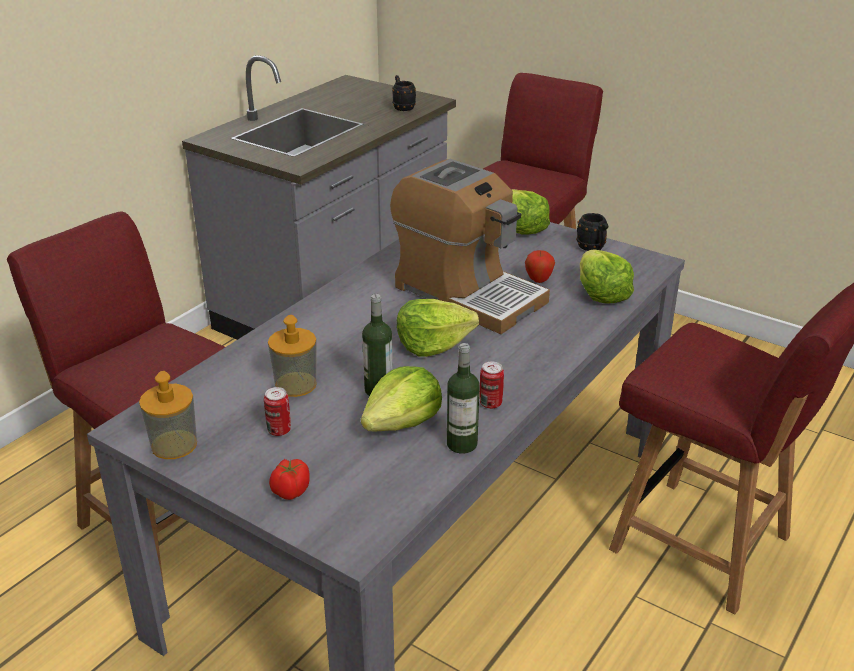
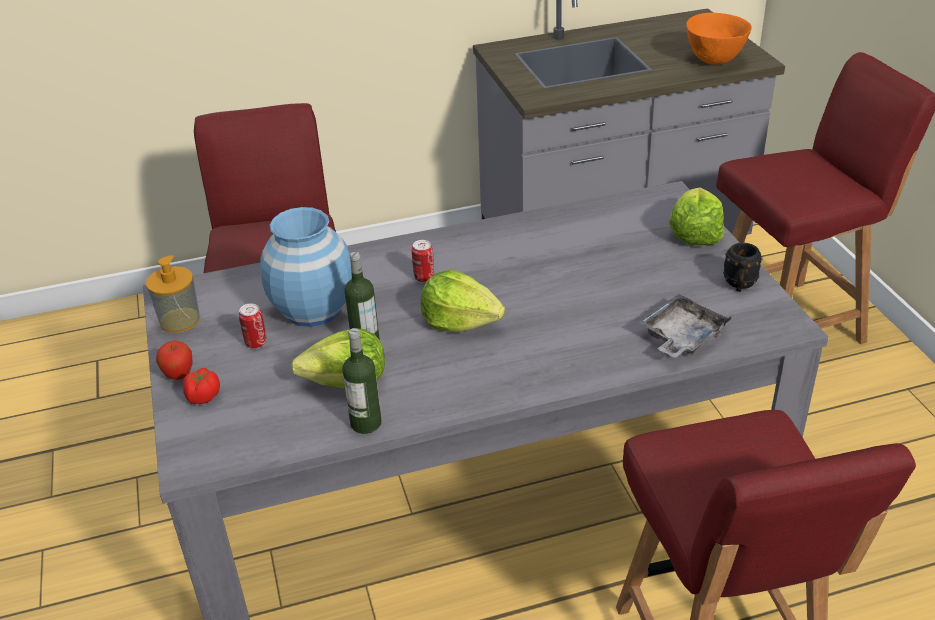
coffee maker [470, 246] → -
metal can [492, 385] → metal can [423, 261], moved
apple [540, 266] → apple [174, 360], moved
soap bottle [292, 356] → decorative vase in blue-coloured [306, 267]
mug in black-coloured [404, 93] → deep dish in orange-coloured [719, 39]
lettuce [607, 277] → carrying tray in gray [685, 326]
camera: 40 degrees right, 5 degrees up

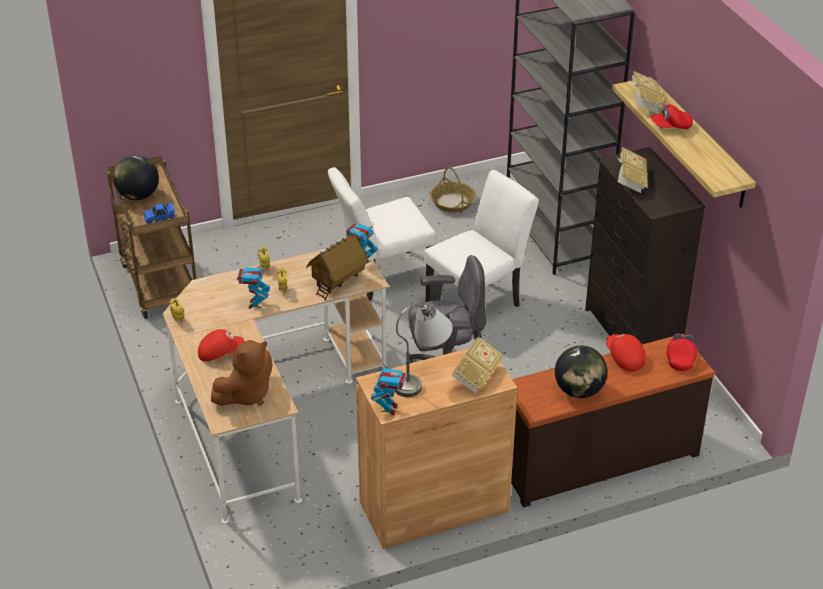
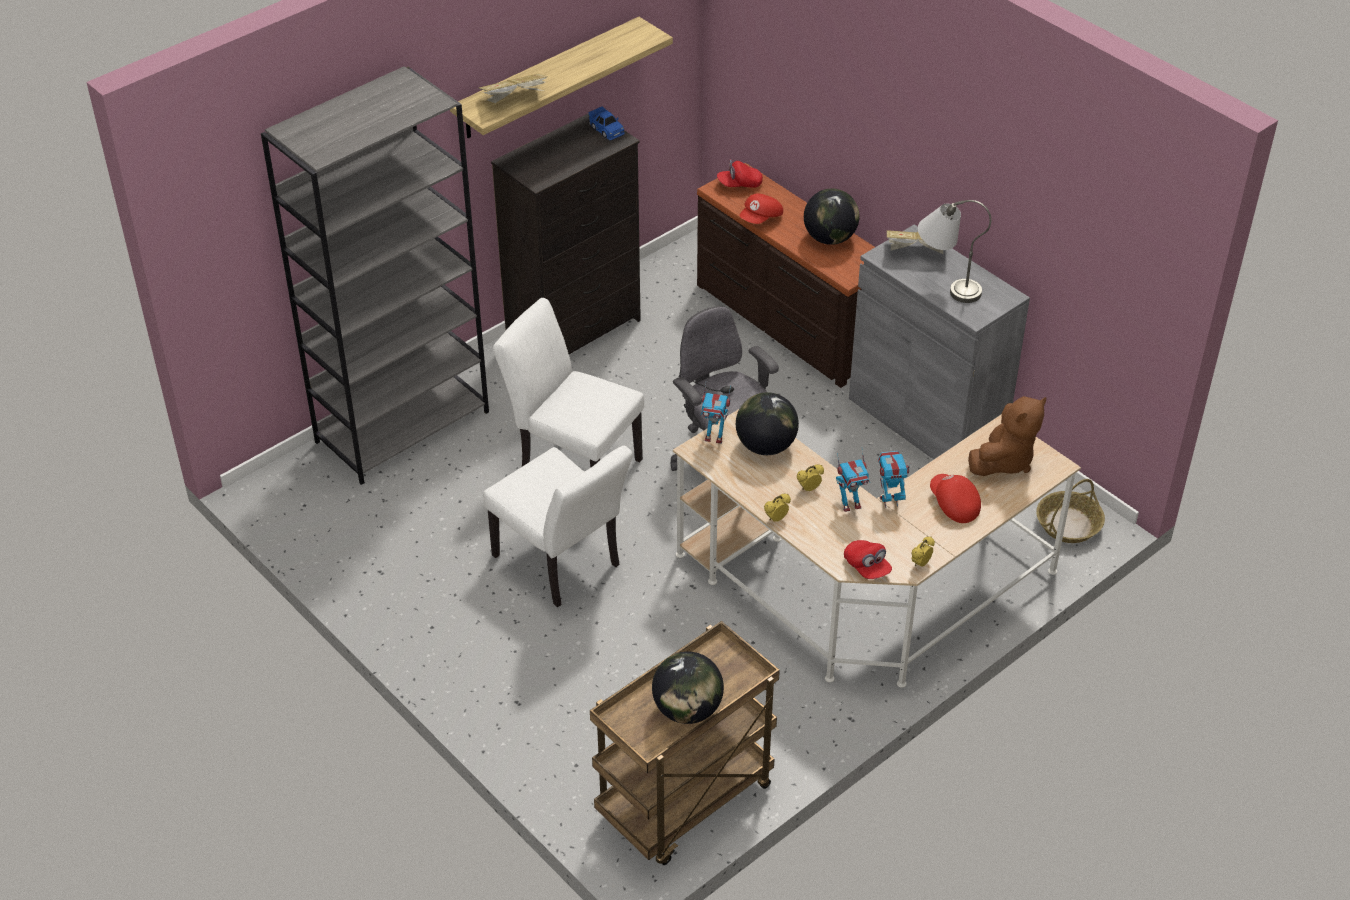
volume [633, 170] → -
miniature car in blue-coloured [159, 213] → miniature car in blue-coloured [606, 123], moved
toy robot [389, 387] → toy robot [894, 479], moved
storage basket [453, 190] → storage basket [1070, 511], moved
cap in red-coloured [672, 115] → cap in red-coloured [868, 559], moved
miniature house [337, 267] → globe [767, 423]
cupboard in brown [436, 446] → cupboard in gray [939, 341]
cuddly toy in brown [242, 373] → cuddly toy in brown [1007, 436], 105 degrees clockwise
camera: 110 degrees left, 5 degrees up

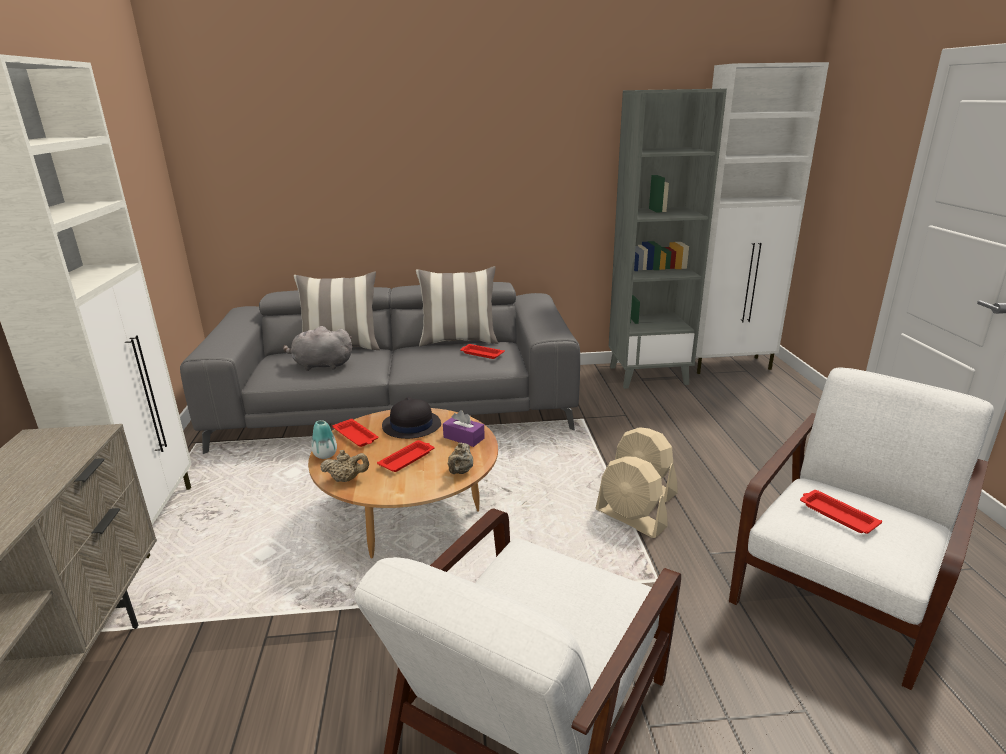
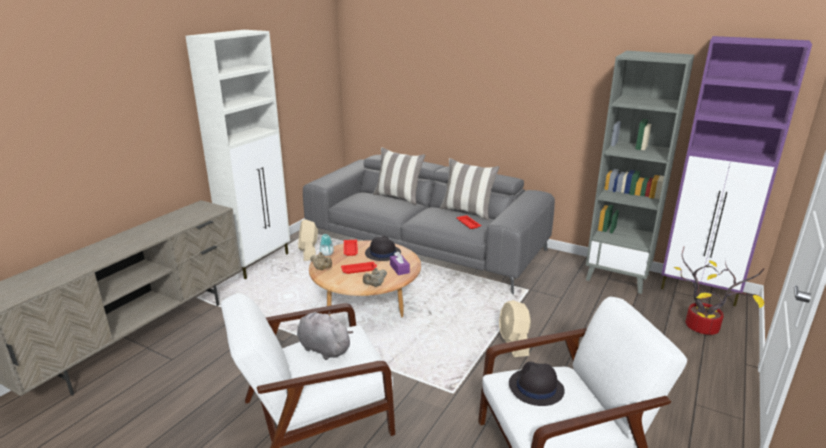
- → houseplant [719, 290]
cuddly toy in gray [317, 348] → cuddly toy in gray [325, 335], moved
electric fan in beige-coloured [632, 497] → electric fan in beige-coloured [308, 240], moved
carrying tray in red-coloured [841, 512] → hat in black-coloured [537, 384]
cupboard in white-coloured [762, 218] → cupboard in purple-coloured [736, 171]
camera: 35 degrees right, 0 degrees up

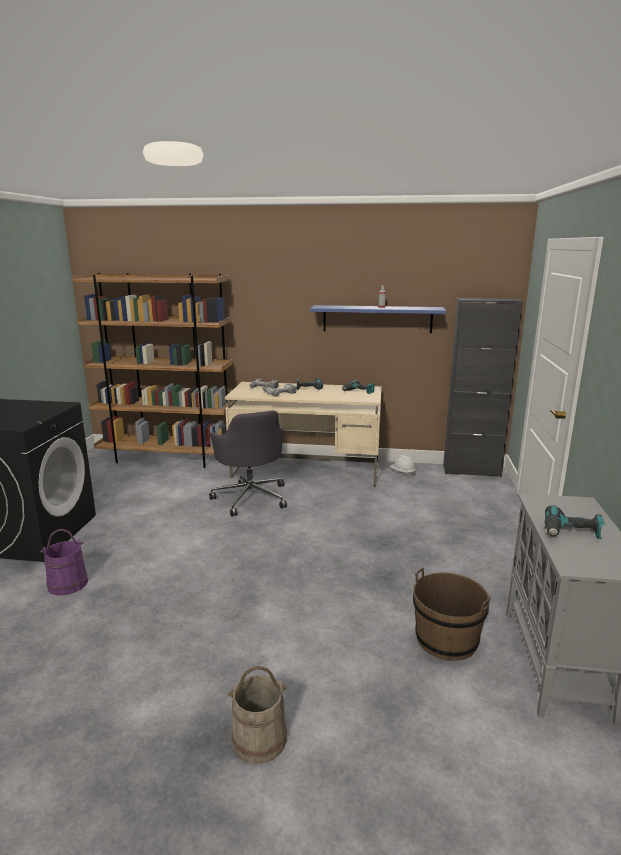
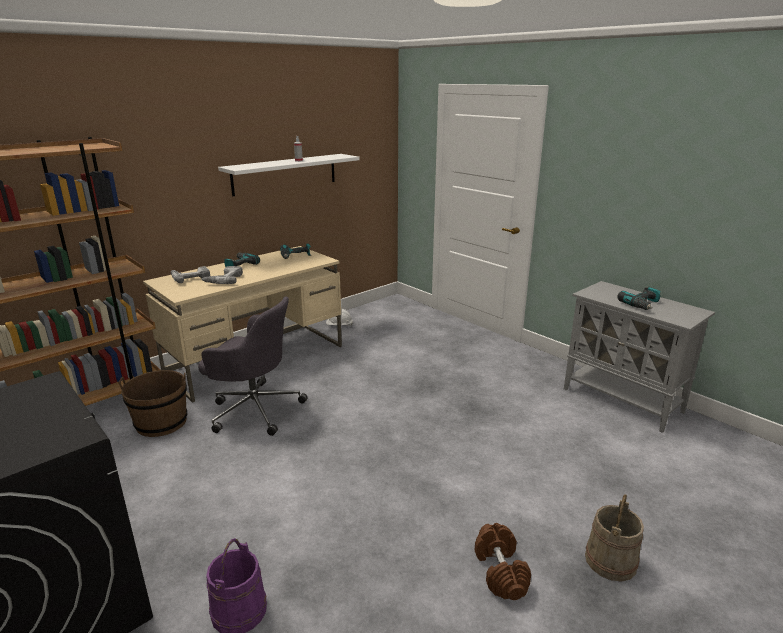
cupboard in black-coloured [483, 387] → -
- → hand weight in brown [502, 561]
bucket in brown [452, 614] → bucket in brown [153, 403], moved
wall shelf in blue-coloured [378, 319] → wall shelf in white-coloured [289, 175]
camera: 50 degrees left, 5 degrees up

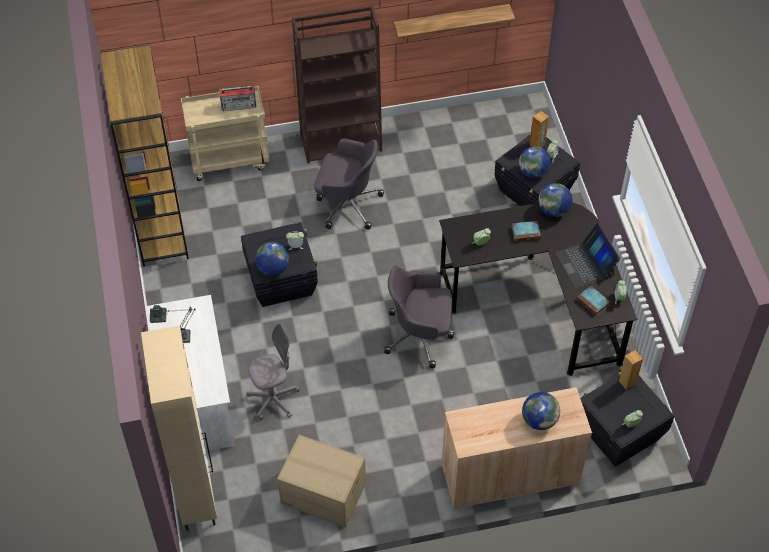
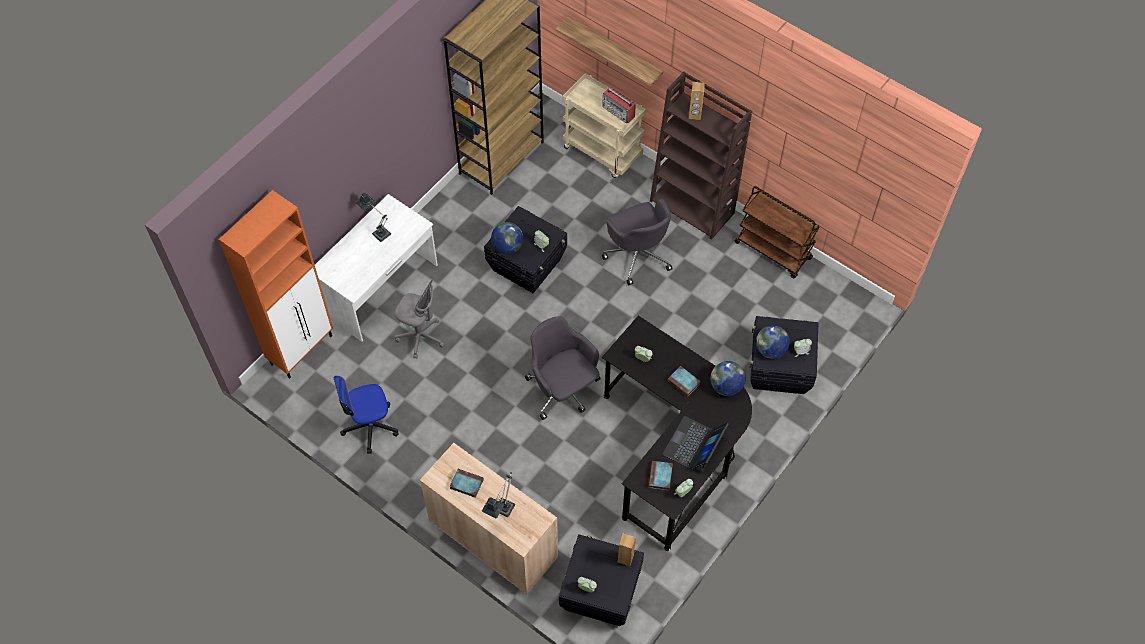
- → volume [467, 483]
- → trolley in brown [777, 232]
wall shelf [454, 21] → wall shelf [609, 51], moved
speaker in brown [539, 129] → speaker in brown [697, 101], moved
cardboard box [321, 481] → computer chair [366, 415]
globe [541, 411] → table lamp [498, 495]
cupboard in beige-coloured [179, 428] → cupboard in orange-coloured [276, 284]
camera: 50 degrees right, 5 degrees up

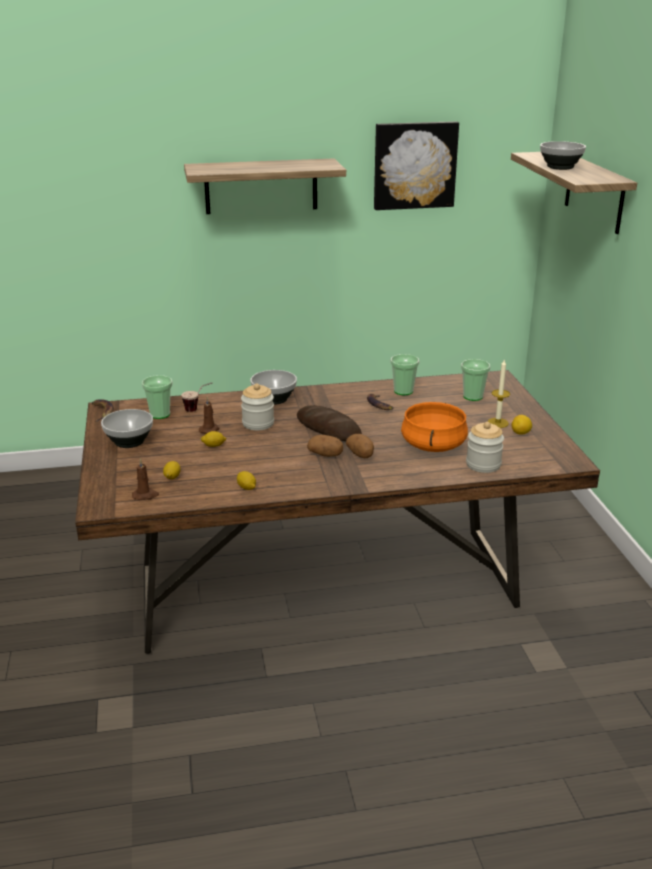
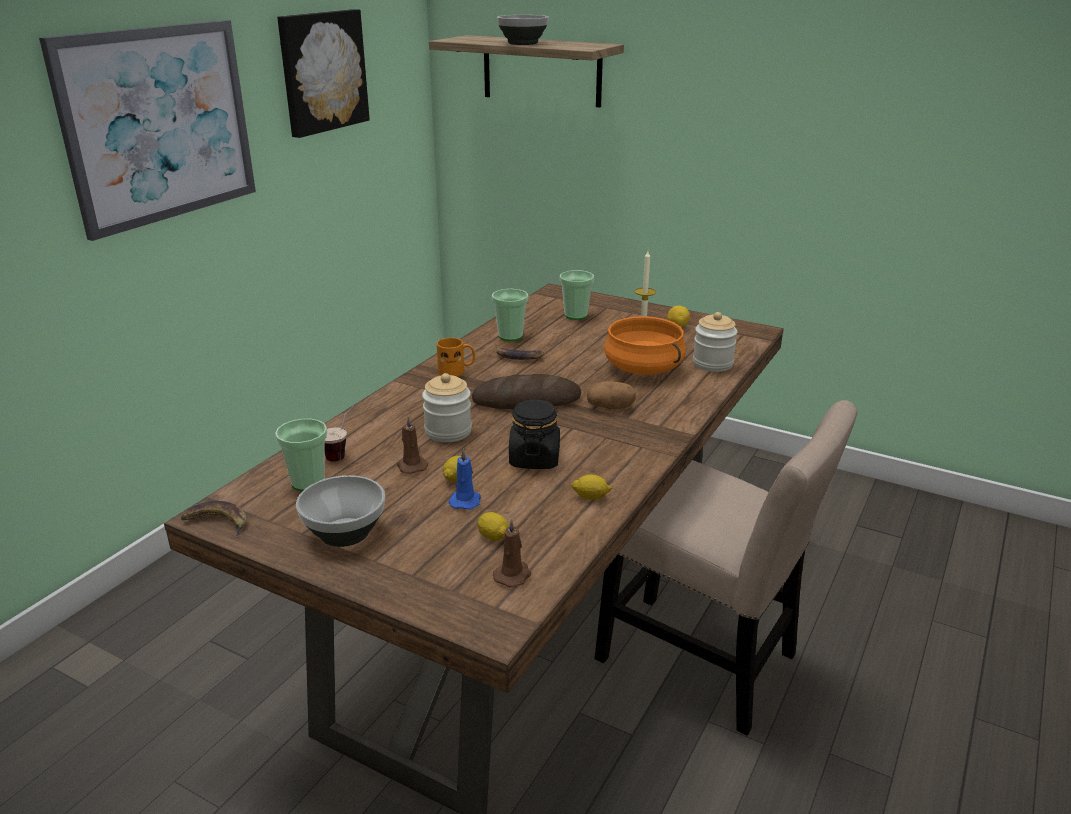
deep dish [273, 387] → -
spud [325, 446] → -
- → mug in orange-coloured [456, 357]
- → candle in blue-coloured [465, 479]
- → preserve jar in black-coloured [534, 434]
- → chair in beige-coloured [725, 567]
wall shelf [265, 186] → picture [147, 130]
camera: 50 degrees left, 0 degrees up

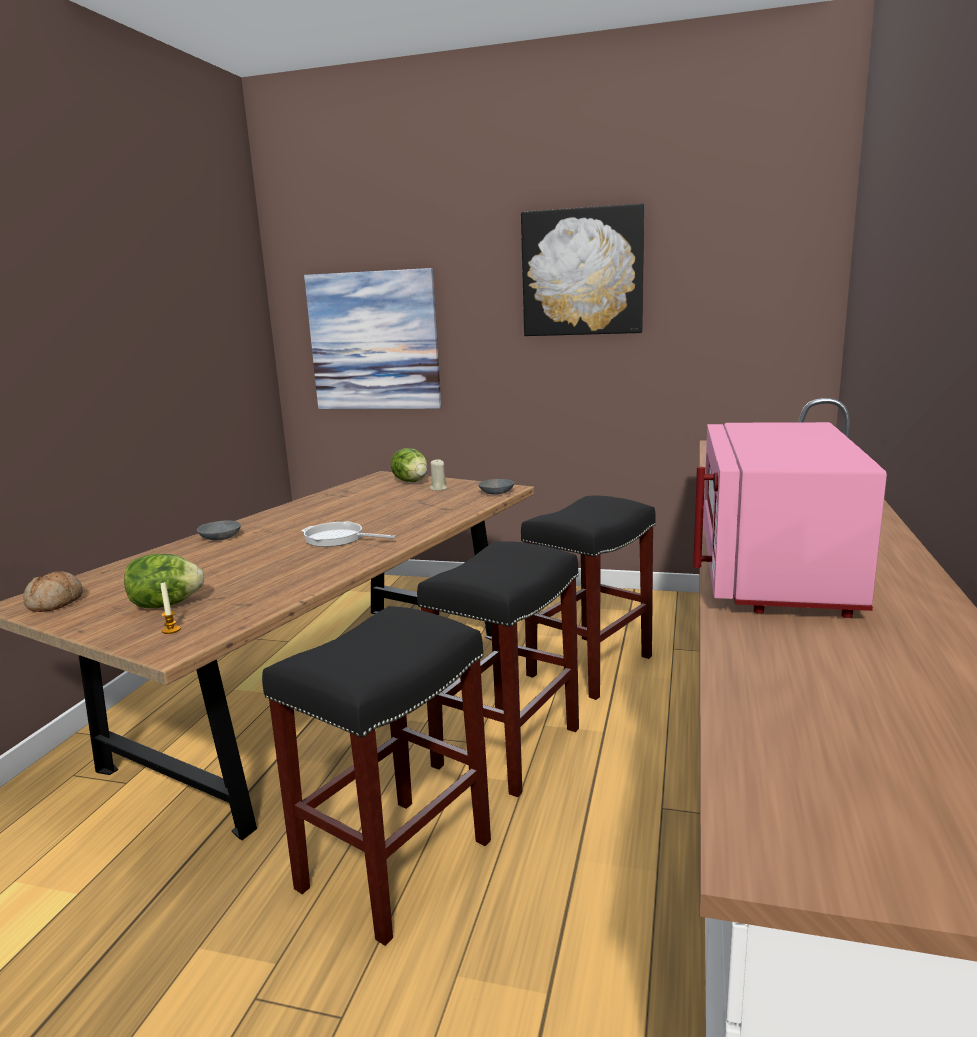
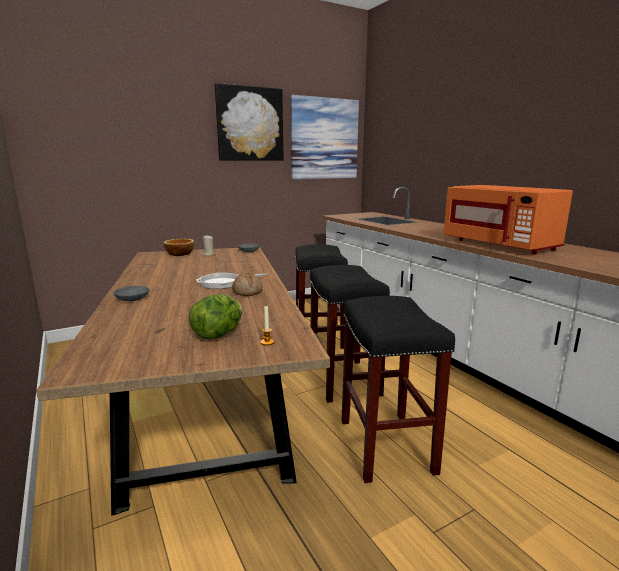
bread [53, 591] → bread [247, 284], moved
picture [372, 338] → picture [324, 137], moved
lettuce [409, 465] → deep dish [178, 247]
kitchen microwave in pinkish [790, 520] → kitchen microwave in orange-coloured [508, 220]
camera: 45 degrees left, 0 degrees up

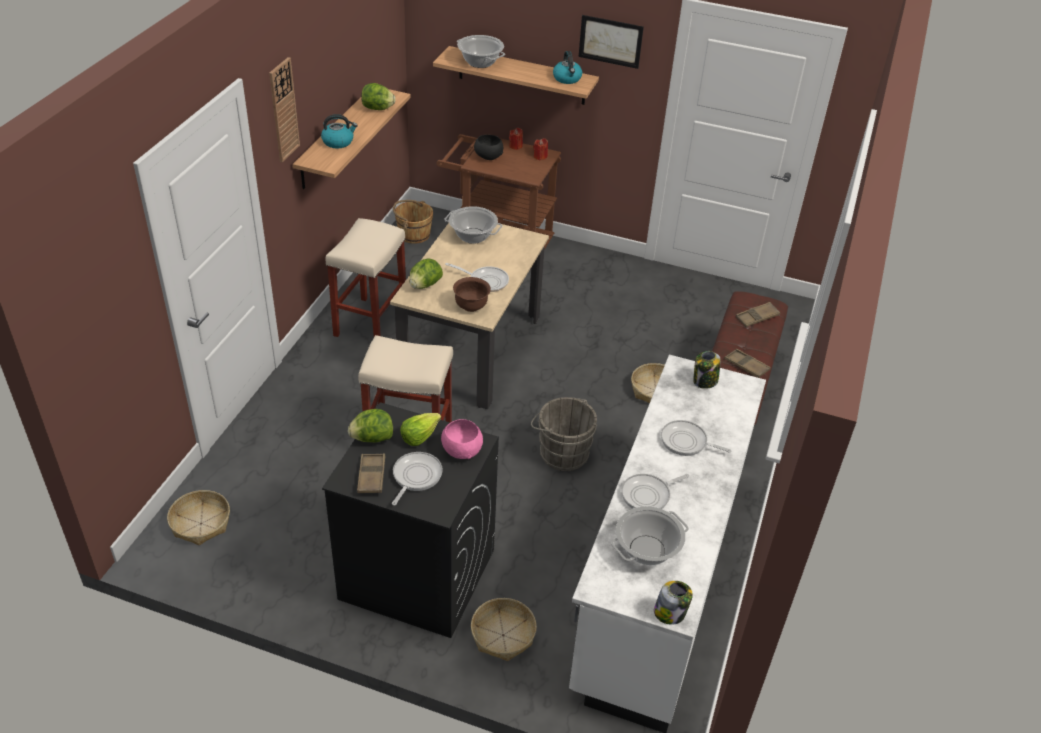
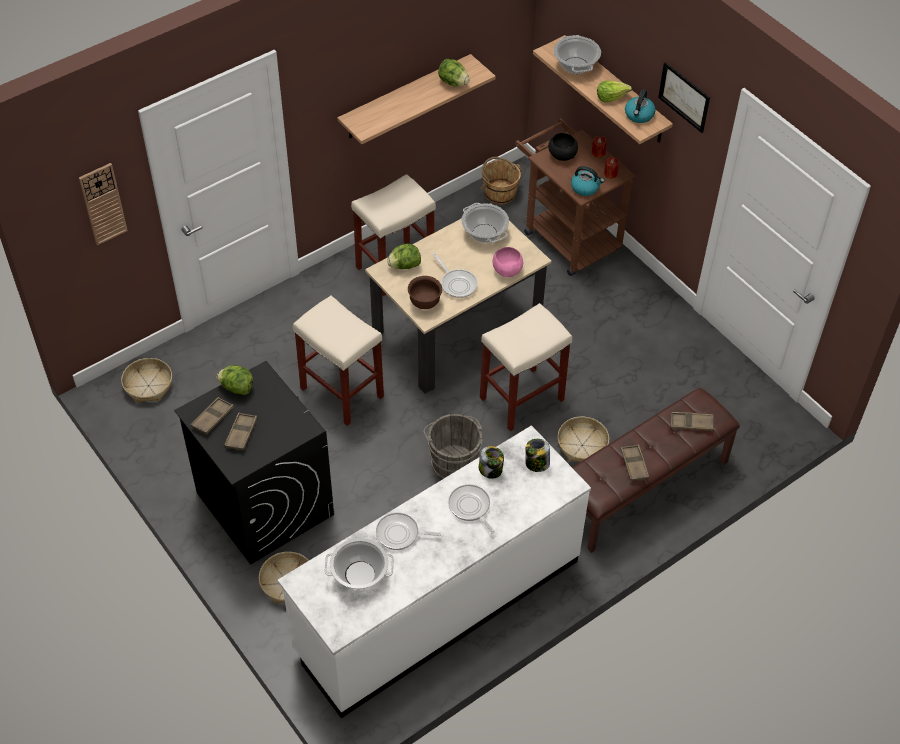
- → stool in beige-coloured [526, 367]
hanging clock [284, 109] → hanging clock [103, 204], moved
tea kettle [339, 131] → tea kettle [587, 181], moved
lettuce [420, 429] → lettuce [614, 92], moved
deep dish in pinkish [462, 439] → deep dish in pinkish [507, 262], moved
preserve jar [673, 603] → preserve jar [491, 462], moved
pan [417, 478] → carrying tray in brown [240, 431]
camera: 35 degrees right, 10 degrees up

